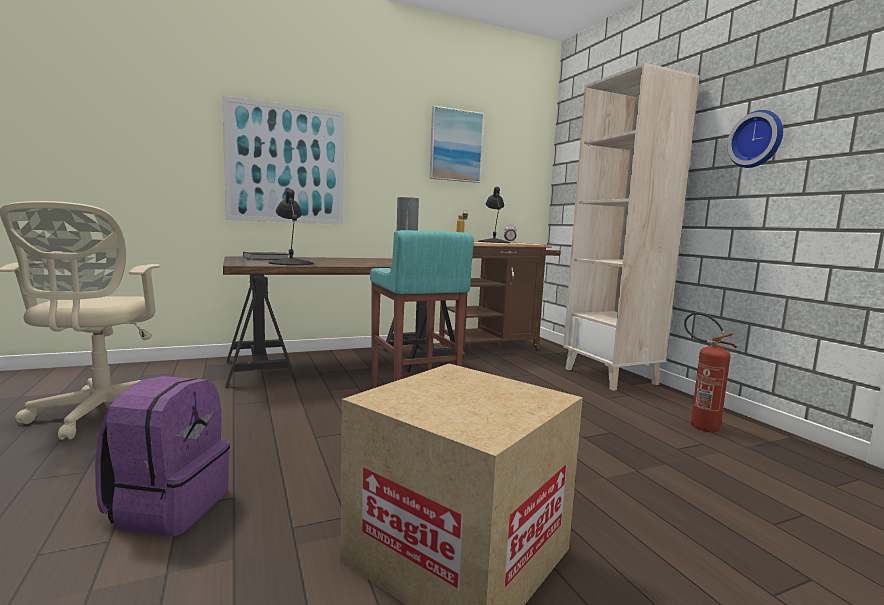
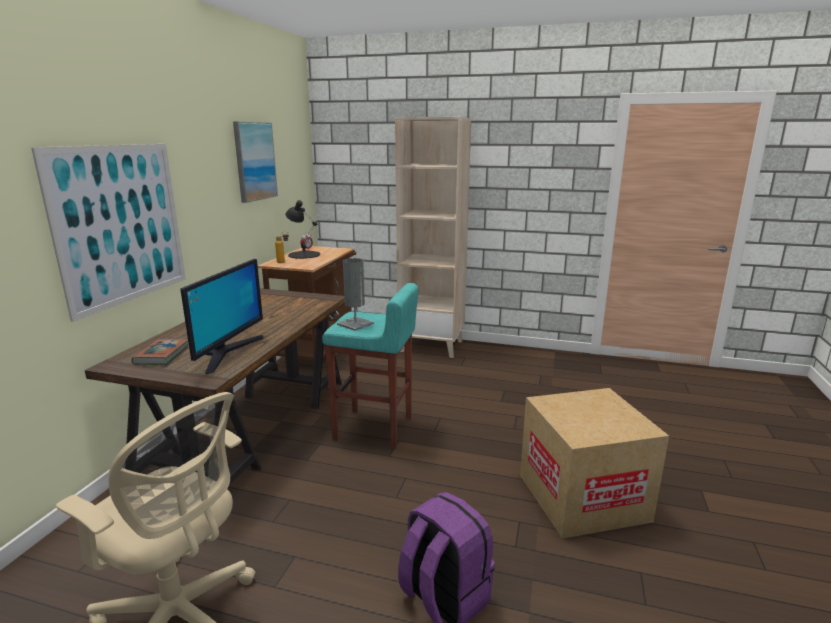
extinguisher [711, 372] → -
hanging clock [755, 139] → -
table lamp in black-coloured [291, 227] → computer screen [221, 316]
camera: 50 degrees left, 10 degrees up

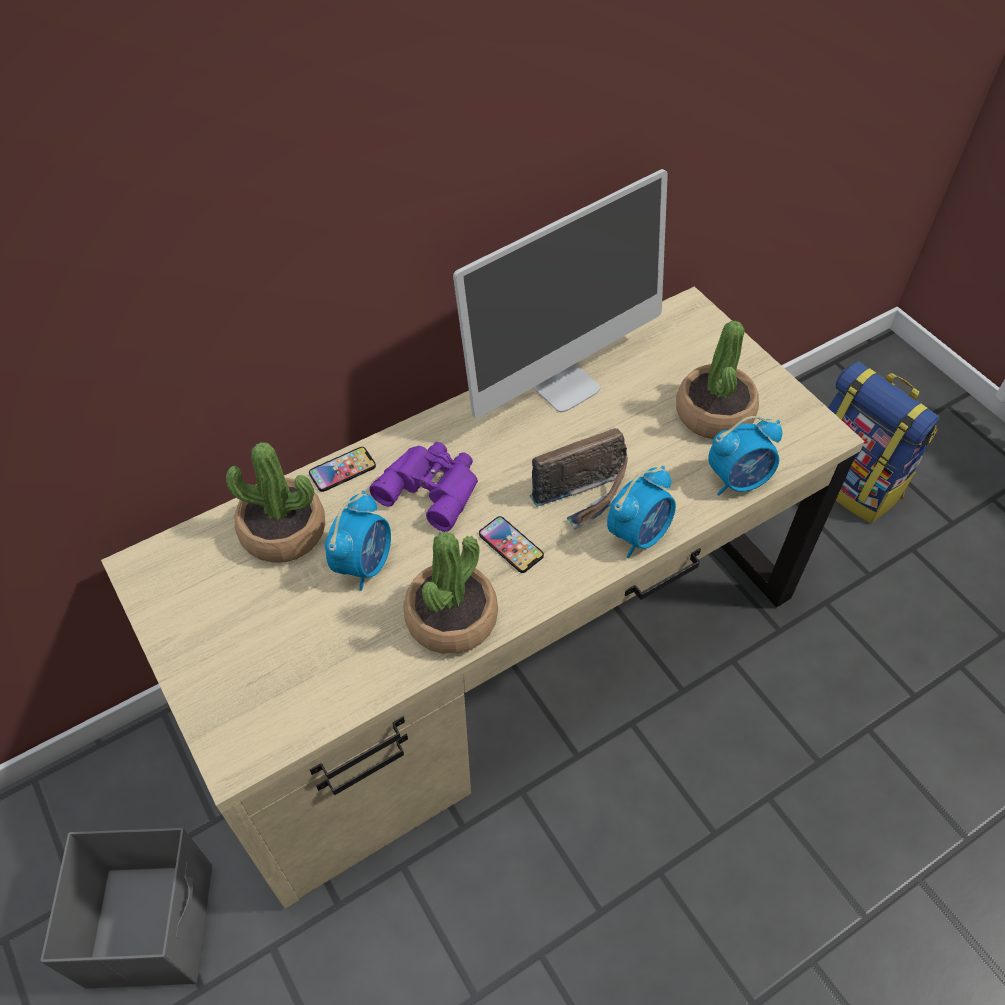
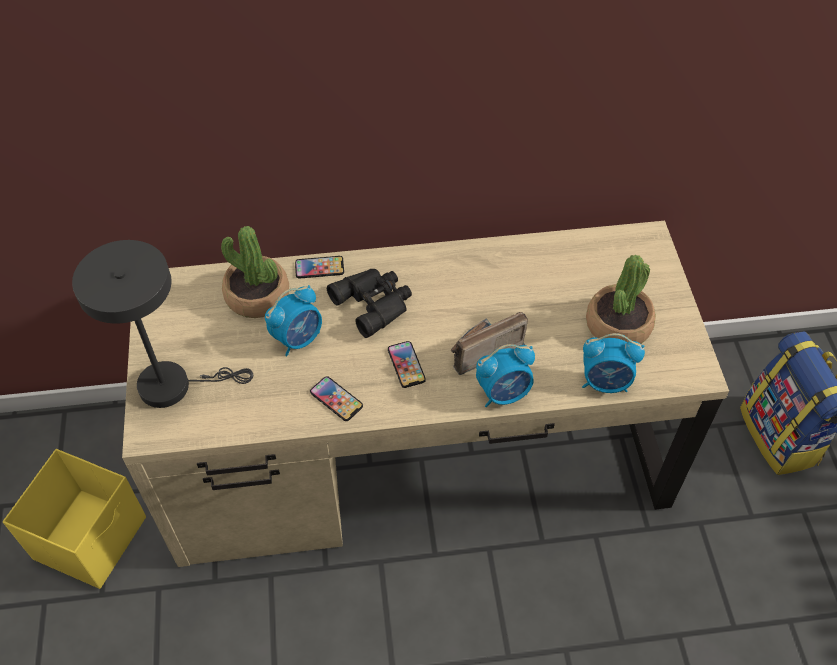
computer screen [560, 293] → -
- → table lamp in gray [162, 324]
houseplant [450, 592] → phone [336, 398]
storage container in gray [126, 908] → storage container in yellow-coloured [74, 519]
binoculars in purple-coloured [423, 487] → binoculars in black-coloured [369, 303]
radio receiver [579, 478] → radio receiver [489, 343], 150 degrees clockwise
camera: 25 degrees right, 0 degrees up

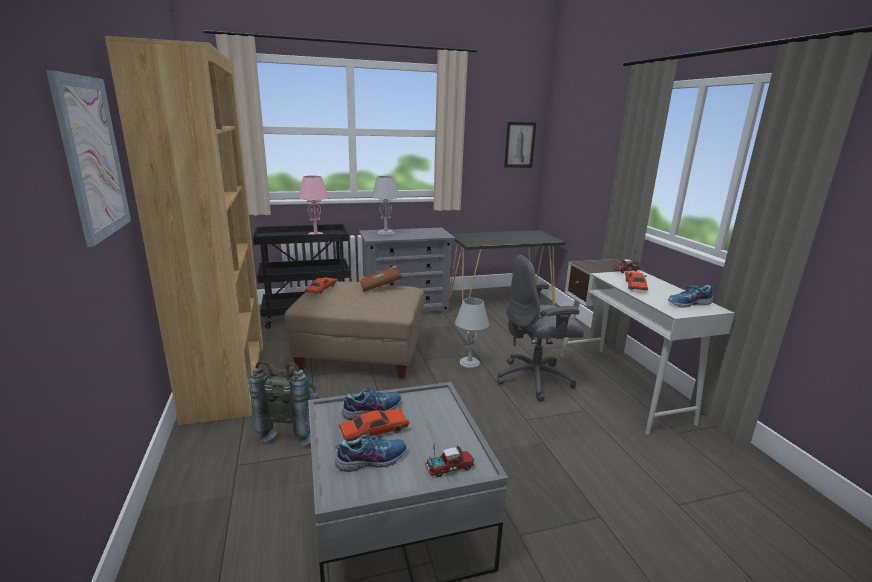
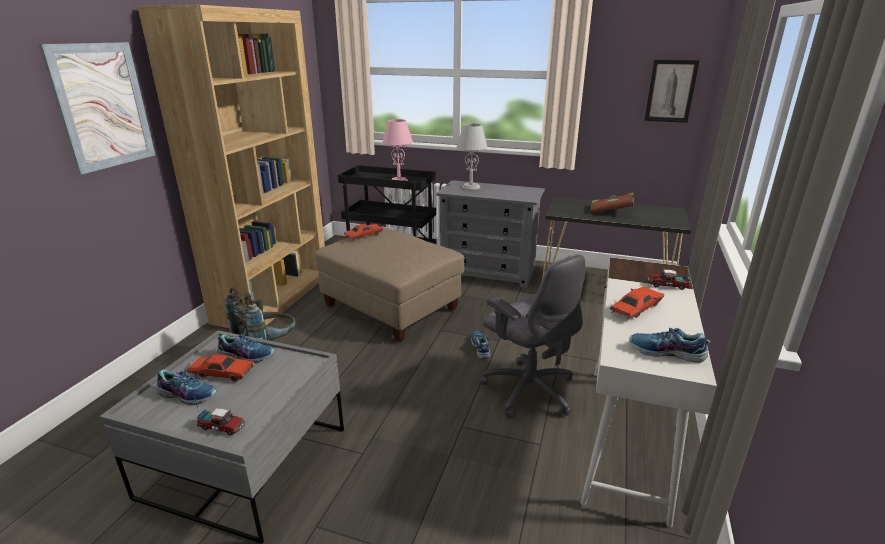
volume in brown [380, 278] → volume in brown [612, 203], moved
table lamp in gray [472, 333] → shoe [480, 345]
computer chair in gray [540, 328] → computer chair in gray [533, 336], 150 degrees counterclockwise
camera: 35 degrees right, 5 degrees up

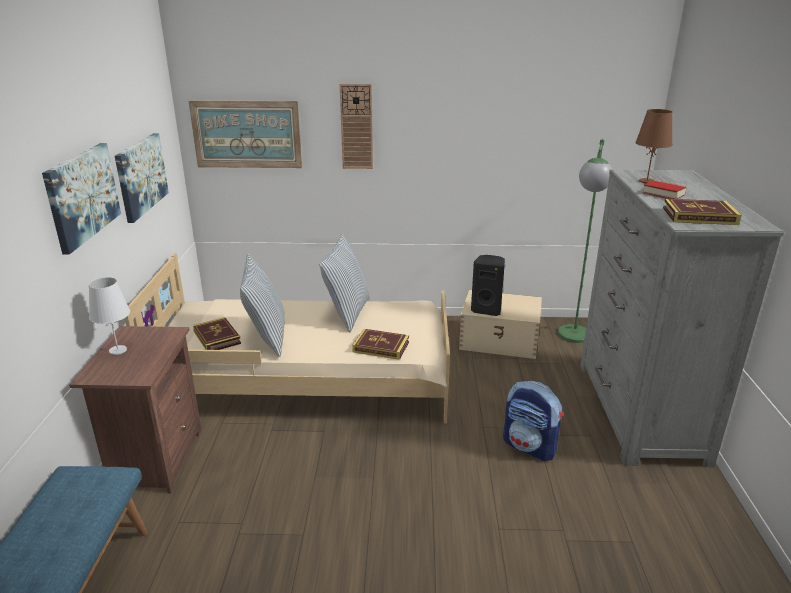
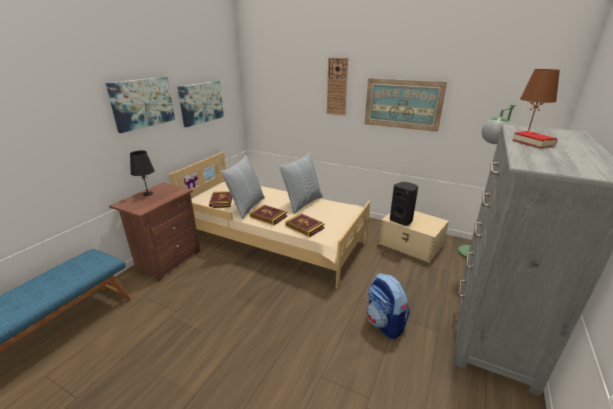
picture [245, 134] → picture [406, 105], moved
volume [702, 212] → volume [268, 215], moved
table lamp in white-coloured [109, 316] → table lamp in black-coloured [142, 173]
camera: 25 degrees right, 0 degrees up

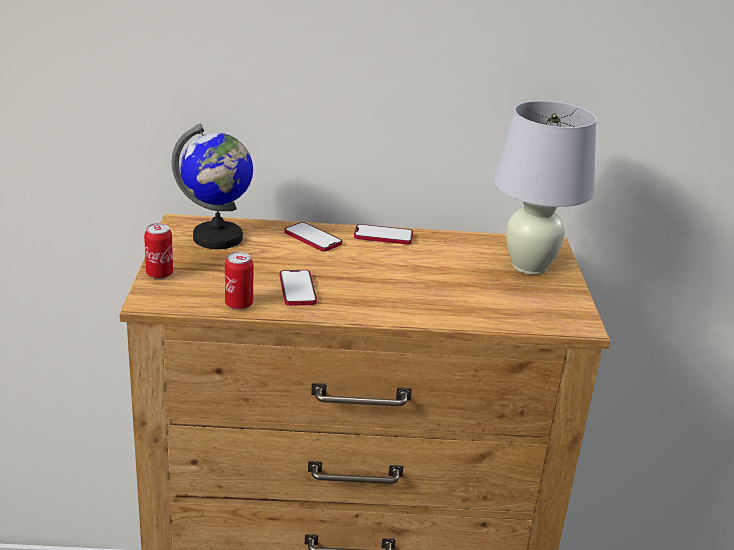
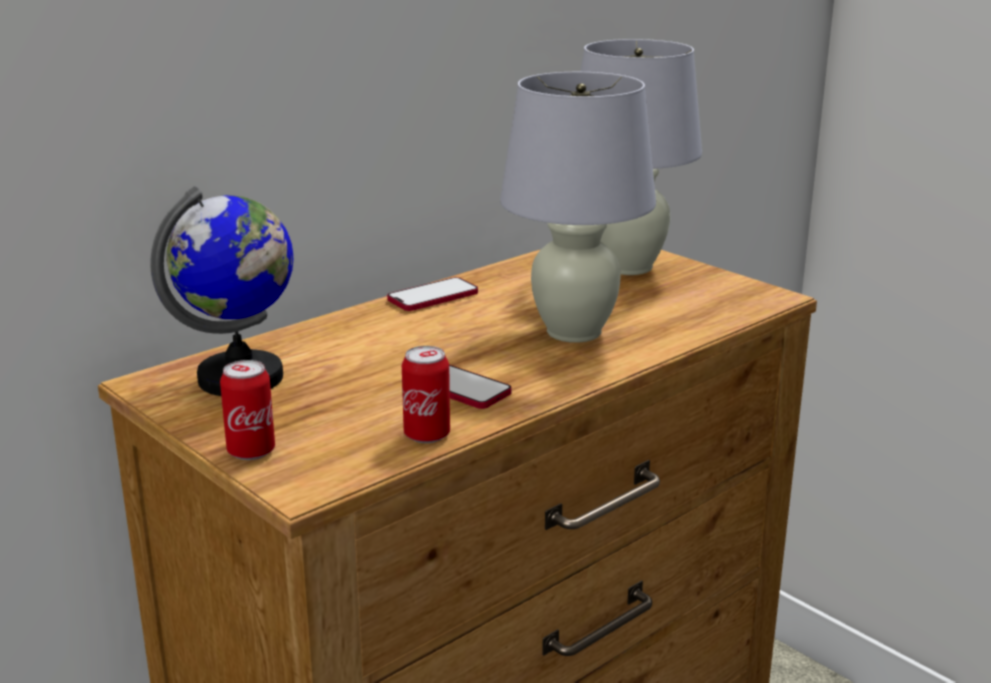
phone [313, 237] → -
- → table lamp in white-coloured [578, 207]
camera: 40 degrees left, 5 degrees down

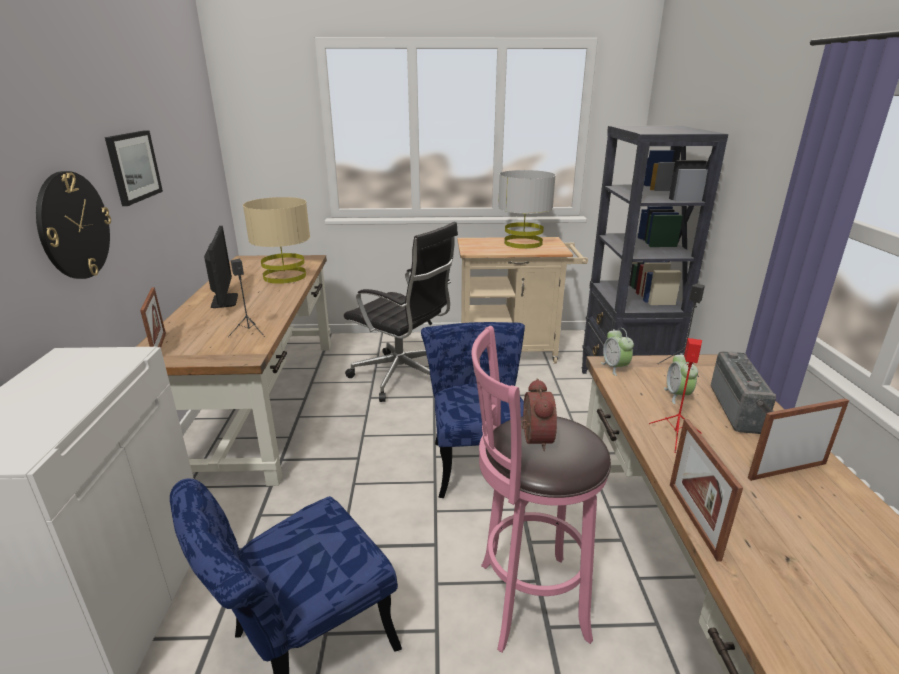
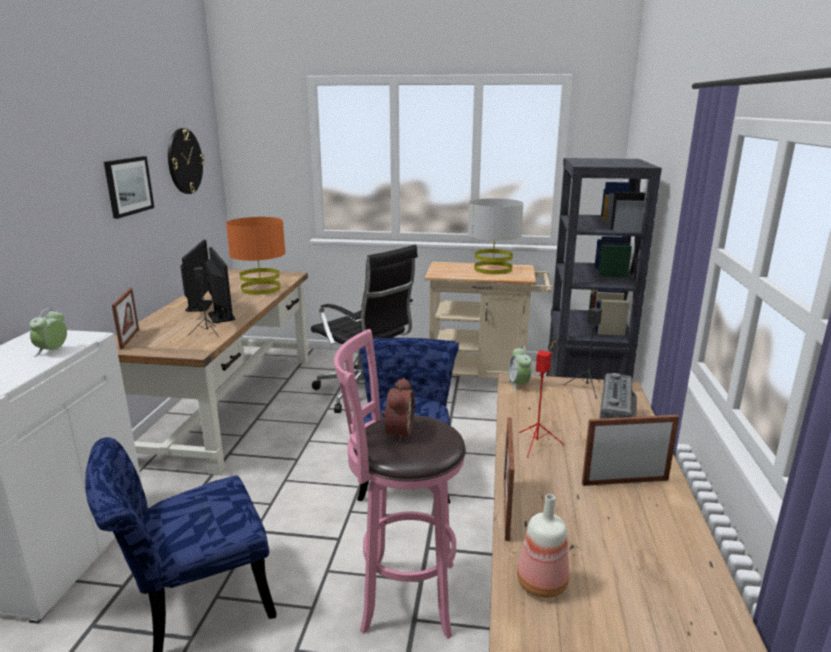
- → computer screen [220, 285]
- → drink bottle [543, 546]
hanging clock [73, 225] → hanging clock [186, 161], moved
bedside clock [681, 378] → bedside clock [48, 332], moved
table lamp in beige-coloured [276, 240] → table lamp in orange-coloured [256, 256]
camera: 10 degrees right, 5 degrees down

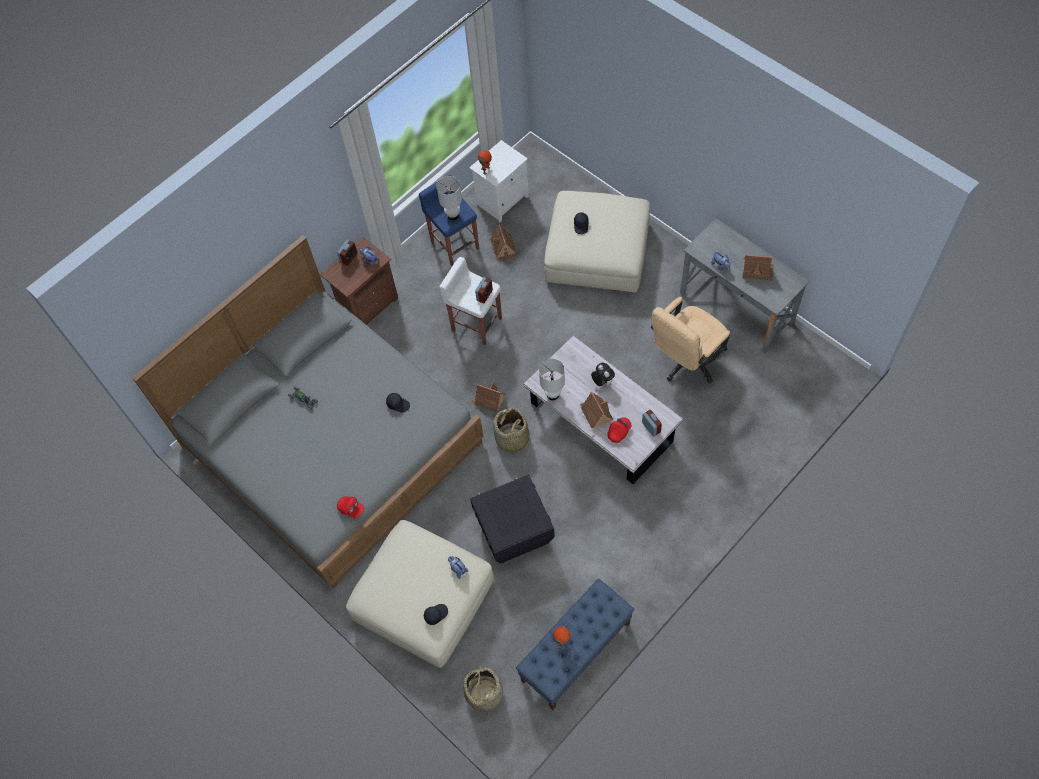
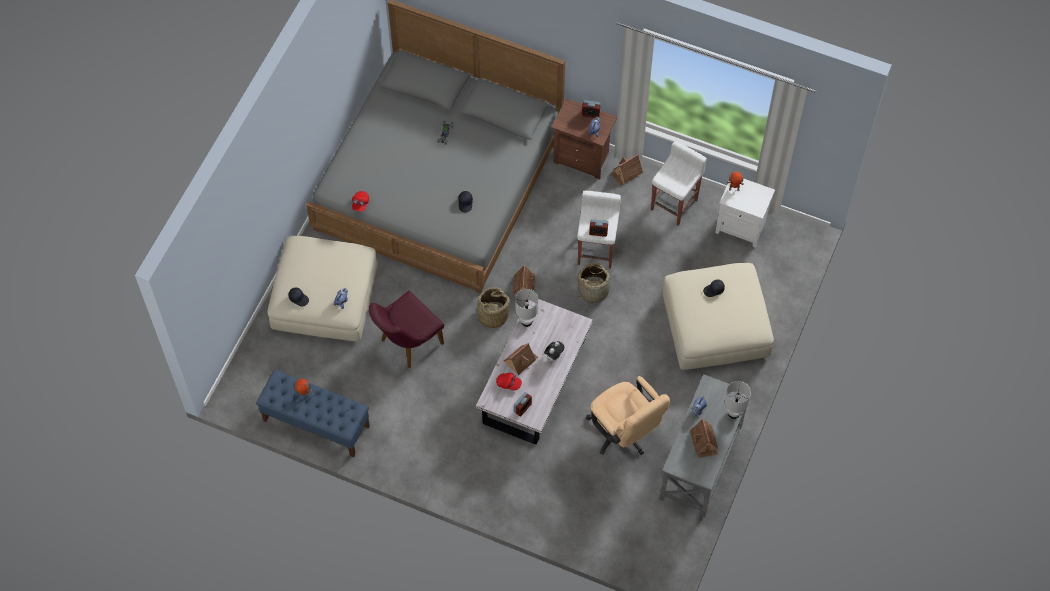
table lamp in white-coloured [449, 198] → table lamp in white-coloured [738, 400], moved
storage basket [483, 688] → storage basket [595, 283], moved
miniature house [503, 243] → miniature house [626, 170], moved
storage container in black-coloured [512, 519] → chair in purple-coloured [406, 329]
stool in blue-coloured [449, 220] → stool in white-coloured [679, 183]
computer chair in beige-coloured [690, 340] → computer chair in beige-coloured [628, 415], 150 degrees counterclockwise
camera: 65 degrees right, 0 degrees up

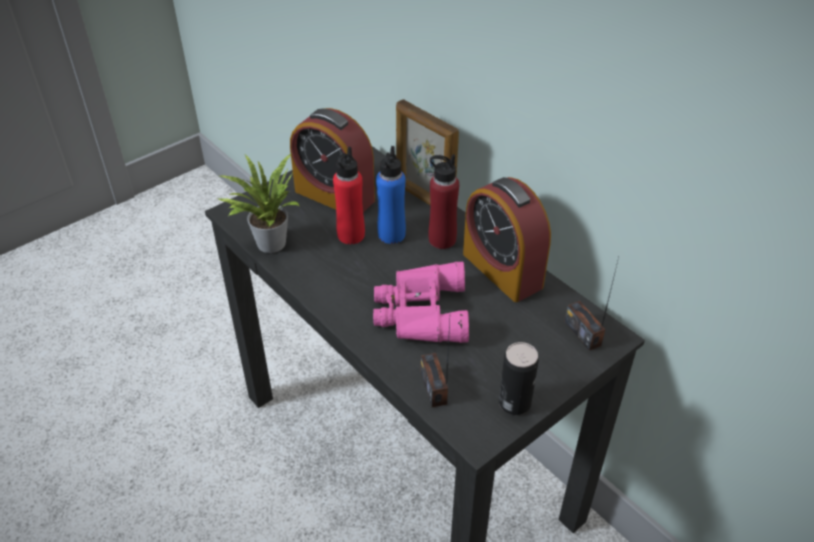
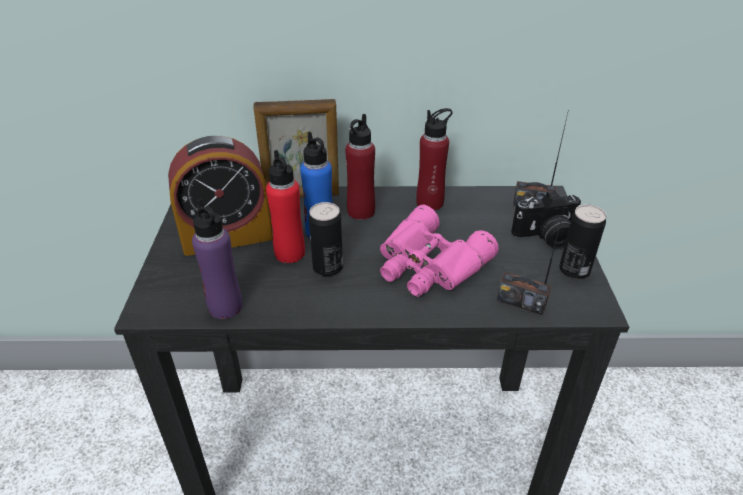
- → metal can [326, 239]
- → photo camera [546, 220]
houseplant [259, 203] → drink bottle in purple-coloured [217, 258]
bedside clock [507, 239] → drink bottle in red-coloured [434, 159]
camera: 50 degrees left, 5 degrees down

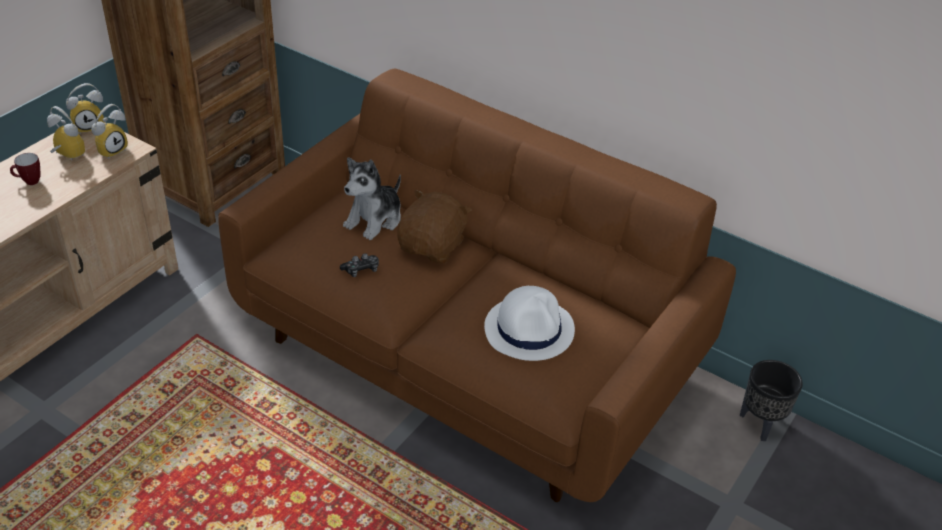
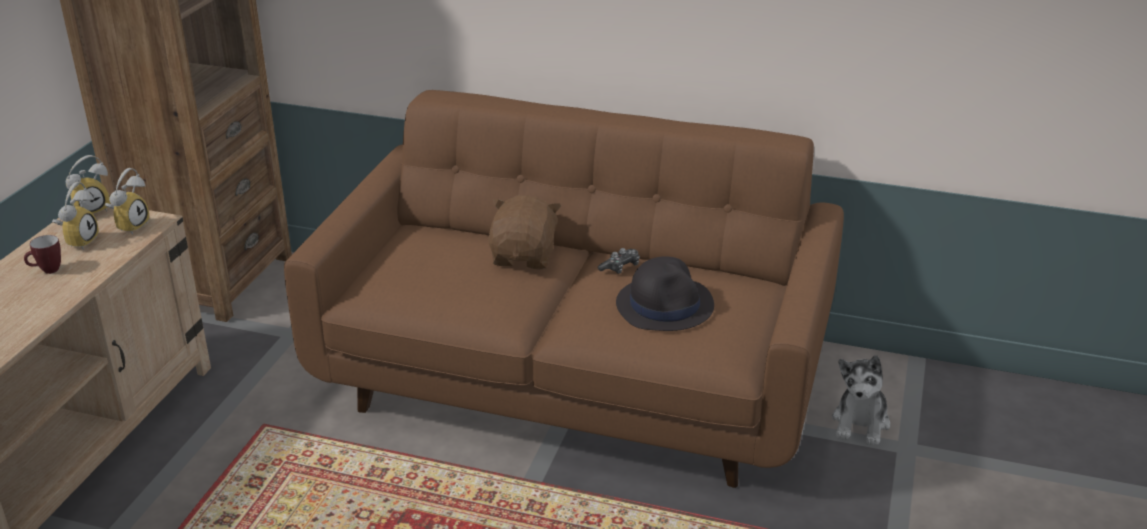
planter in black-coloured [771, 400] → -
game controller [359, 265] → game controller [619, 261], moved
cuddly toy [372, 198] → cuddly toy [861, 400], moved
hat in white-coloured [529, 323] → hat in black-coloured [665, 293]
bedside clock [66, 133] → bedside clock [75, 216], 90 degrees clockwise
camera: 15 degrees left, 10 degrees down

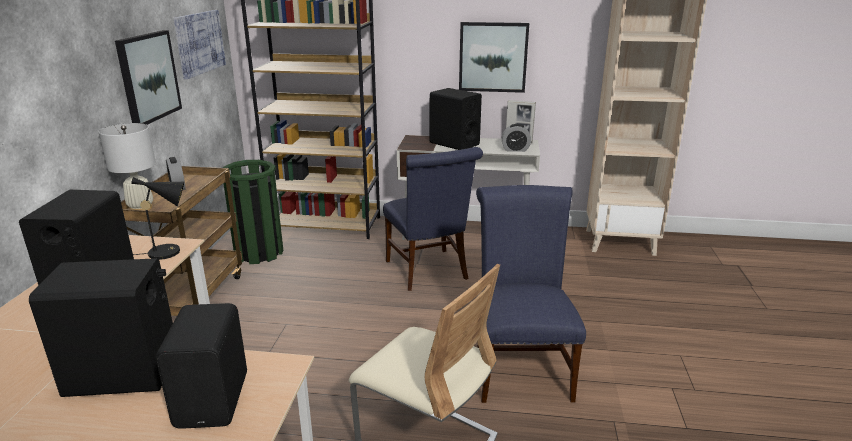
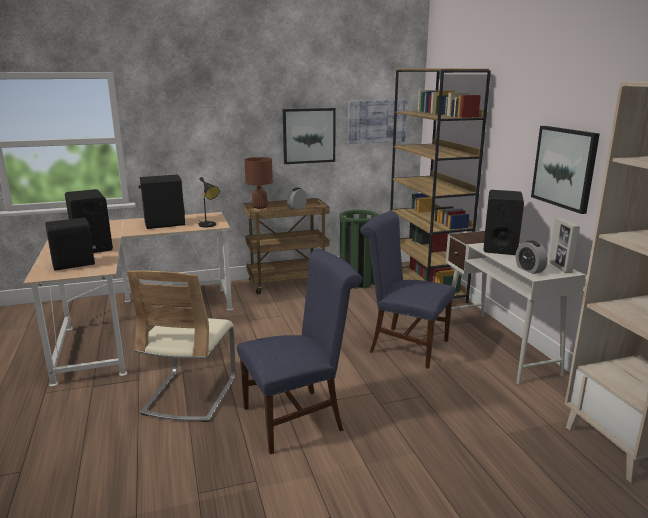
table lamp in white-coloured [127, 167] → table lamp in brown [259, 184]
chair in blue-coloured [433, 219] → chair in blue-coloured [408, 290], 75 degrees clockwise
camera: 65 degrees right, 5 degrees down

